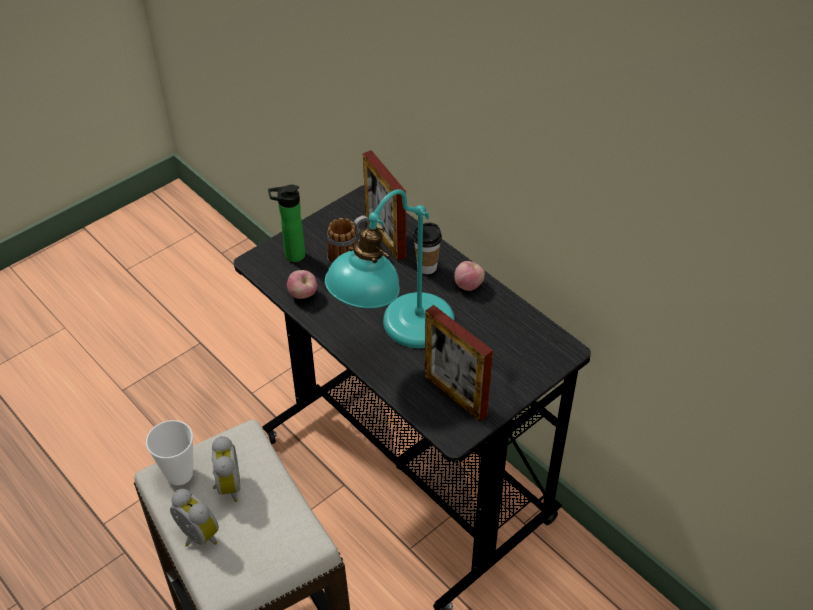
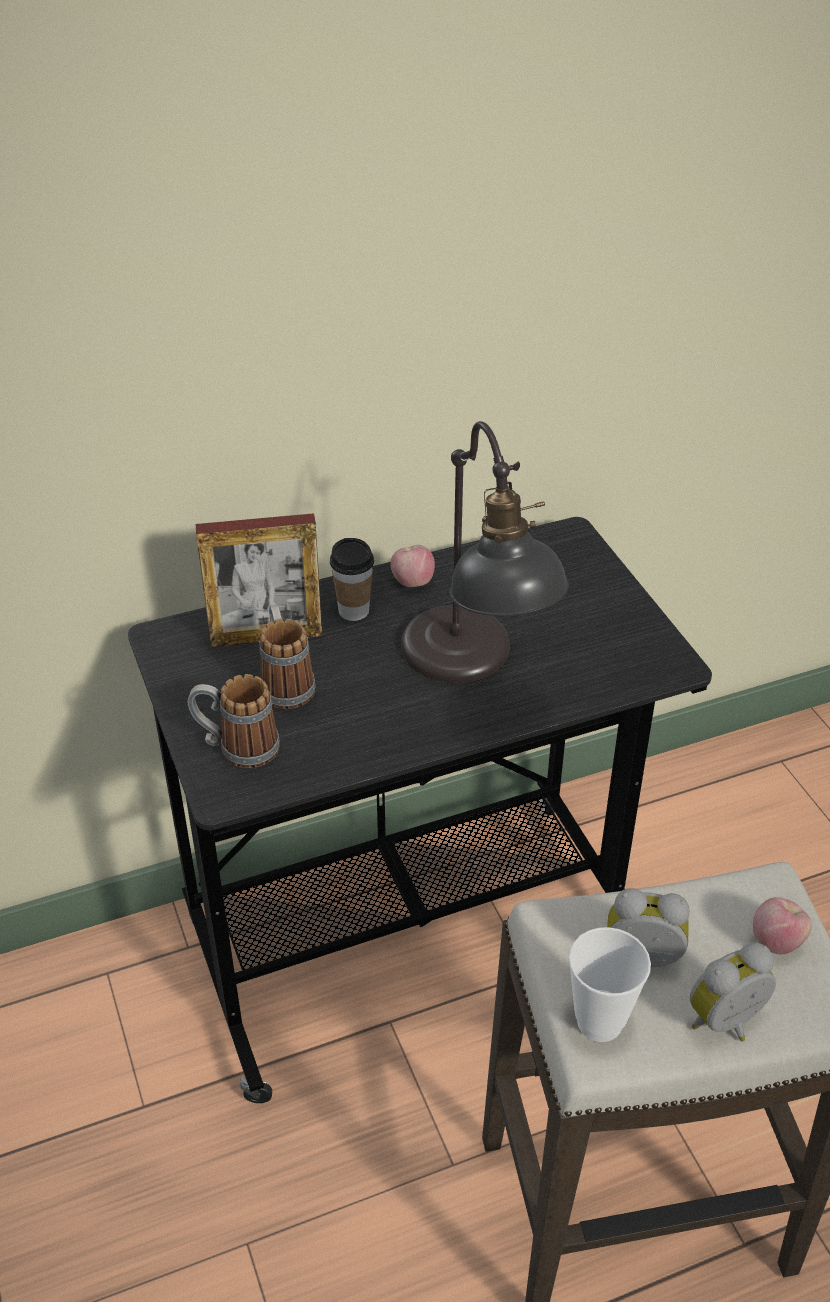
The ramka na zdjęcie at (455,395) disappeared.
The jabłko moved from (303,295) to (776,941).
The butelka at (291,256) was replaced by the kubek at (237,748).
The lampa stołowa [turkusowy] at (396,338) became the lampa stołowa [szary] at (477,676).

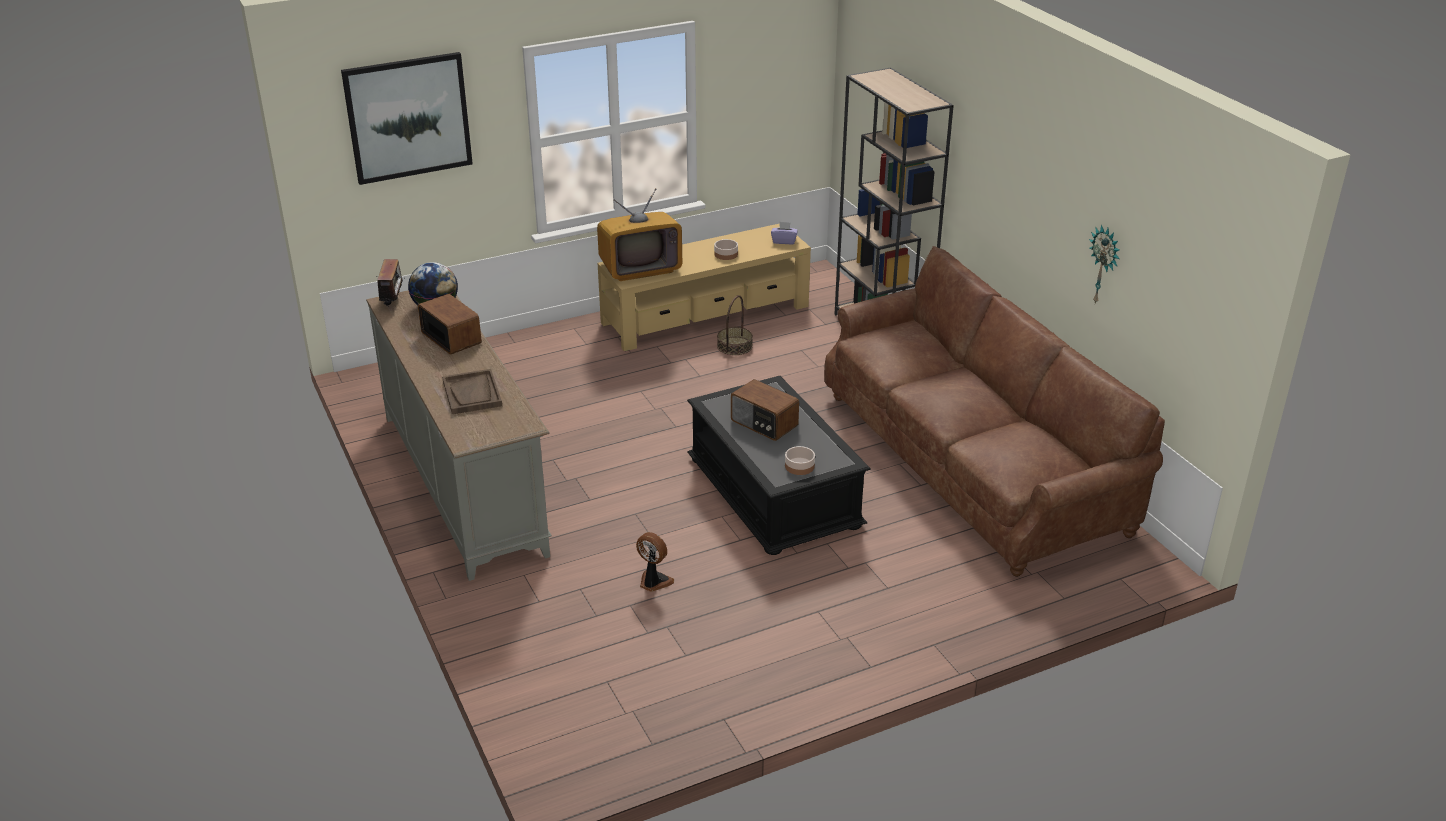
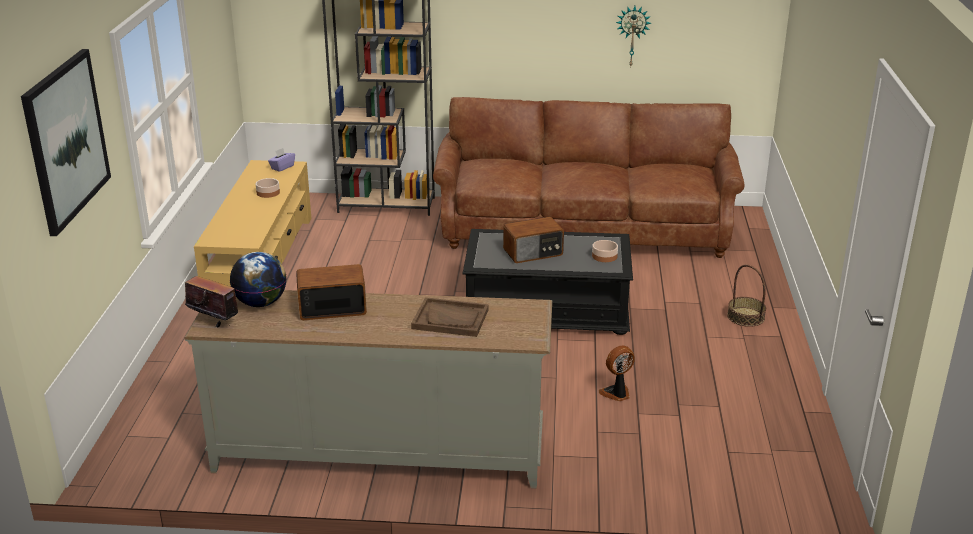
The telewizor at (640,267) disappeared.
The koszyk moved from (734,346) to (746,317).

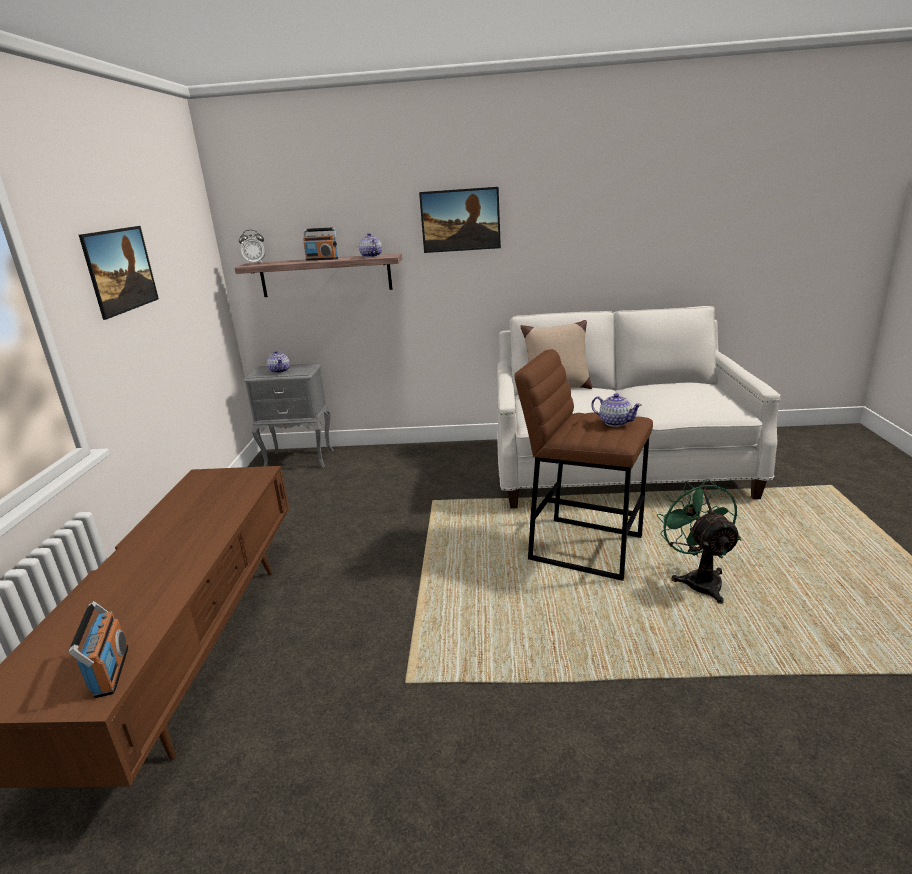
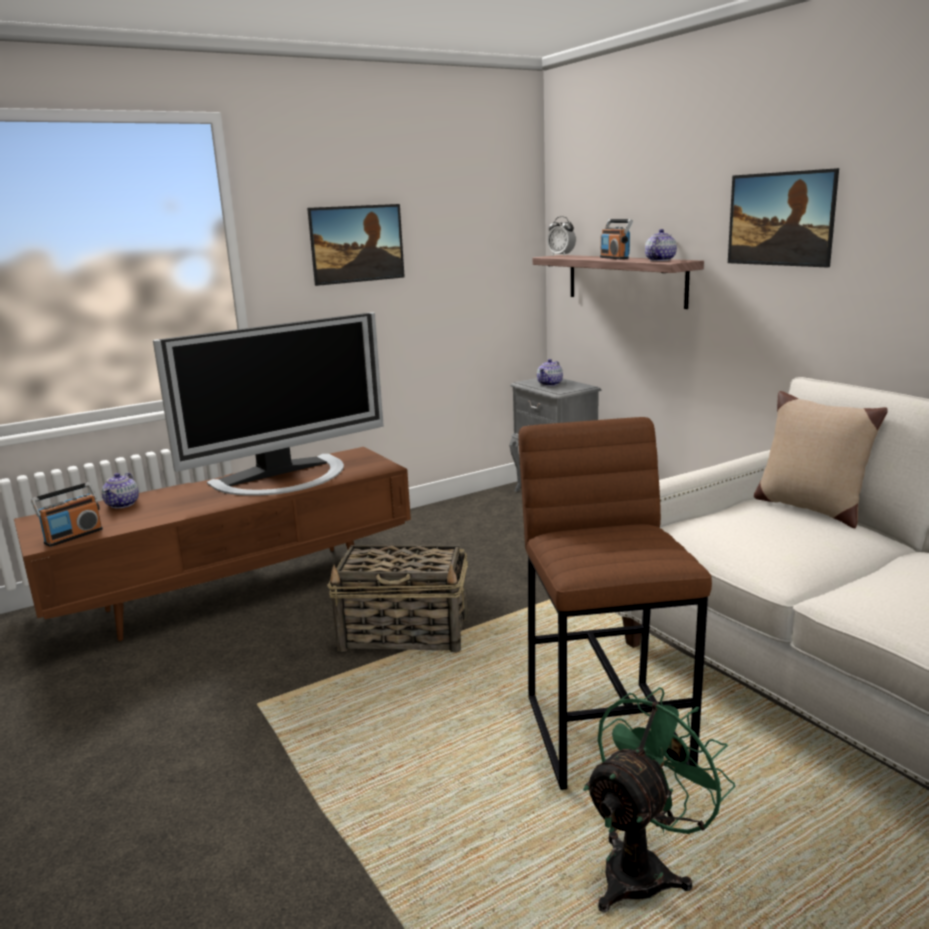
The telewizor at (285,477) appeared.
The koszyk at (406,633) appeared.
The imbryk moved from (615,422) to (123,504).

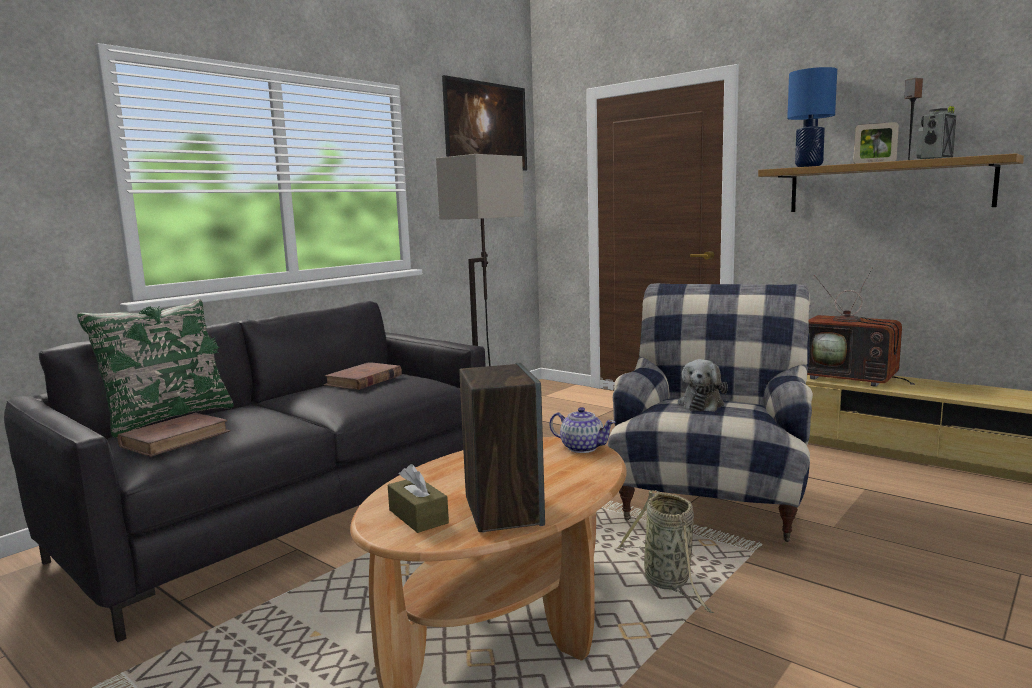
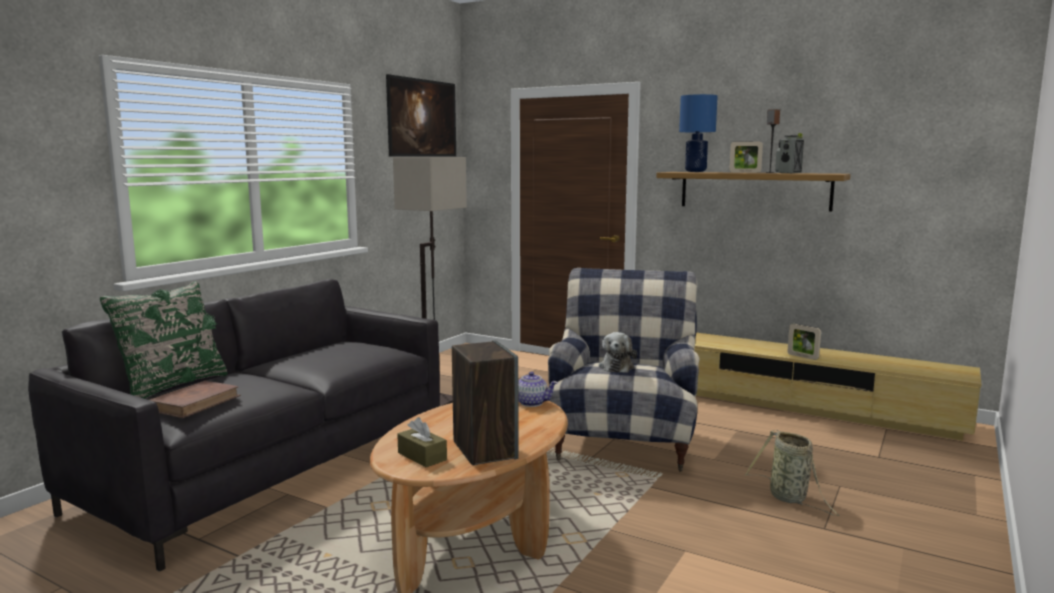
The książka [brązowy] at (363,380) disappeared.
The telewizor at (851,378) disappeared.
The ramka na zdjęcie at (802,357) appeared.
The koszyk moved from (668,582) to (790,498).

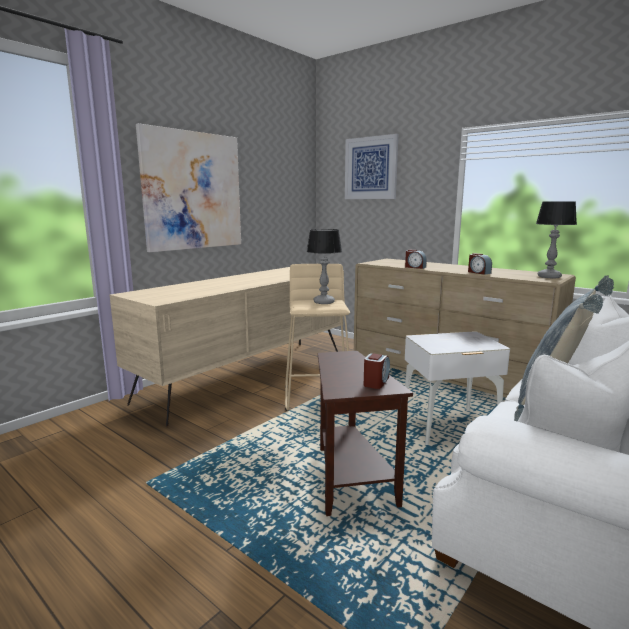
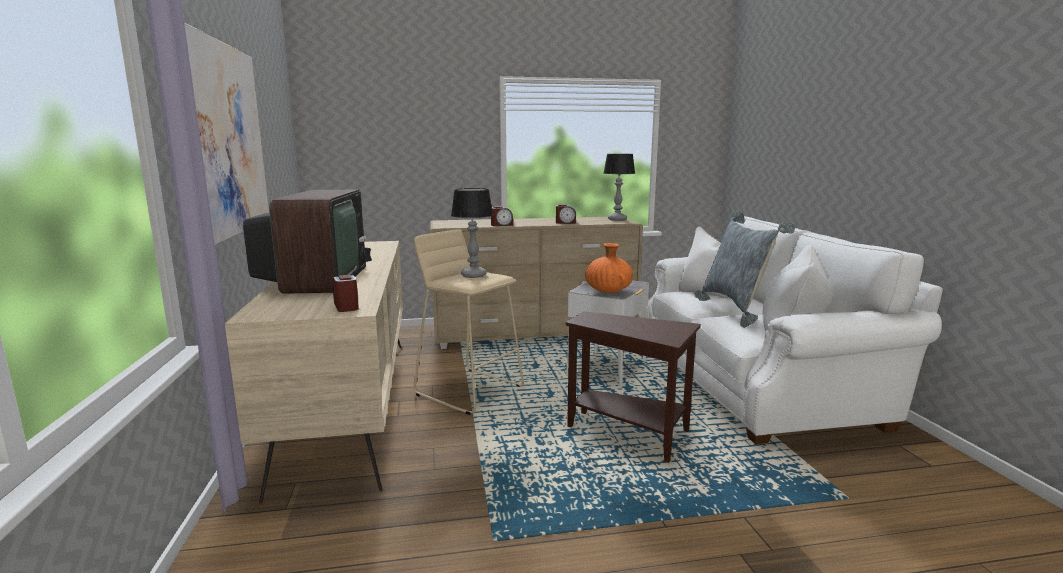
The obraz at (370,168) disappeared.
The telewizor at (318,280) appeared.
The wazon [pomarańczowy] at (608,291) appeared.
The budzik moved from (376,382) to (346,306).

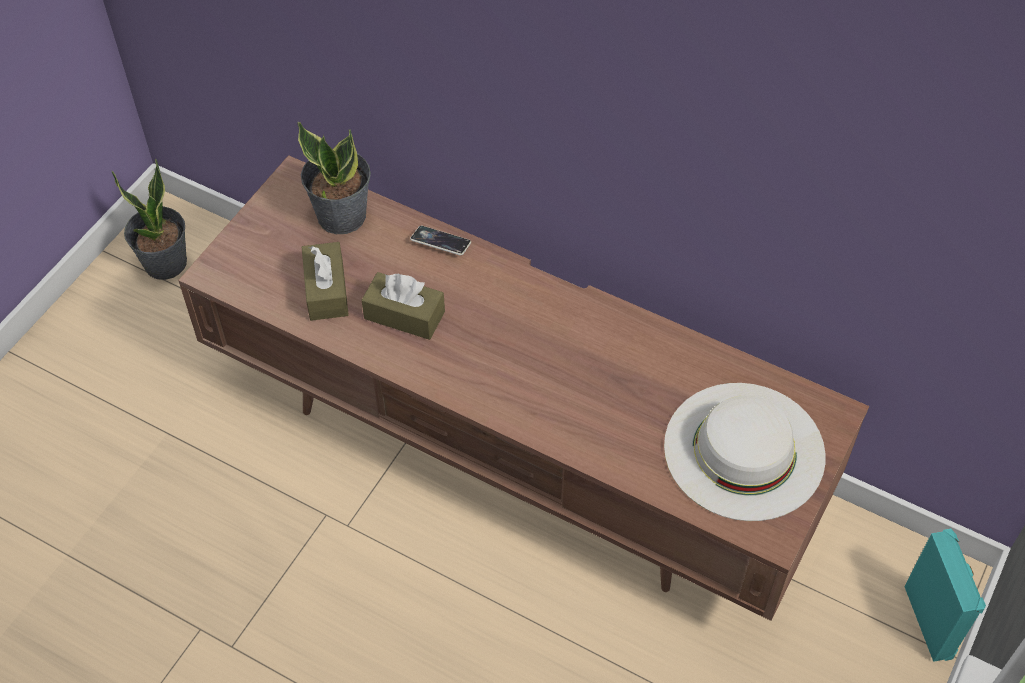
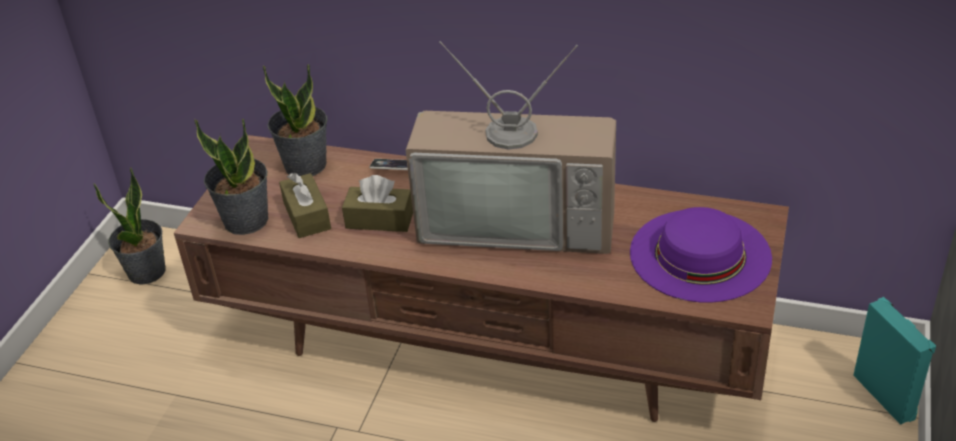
The roślina doniczkowa at (246,220) appeared.
The telewizor at (519,219) appeared.
The kapelusz [biały] at (744,450) became the kapelusz [fioletowy] at (700,254).

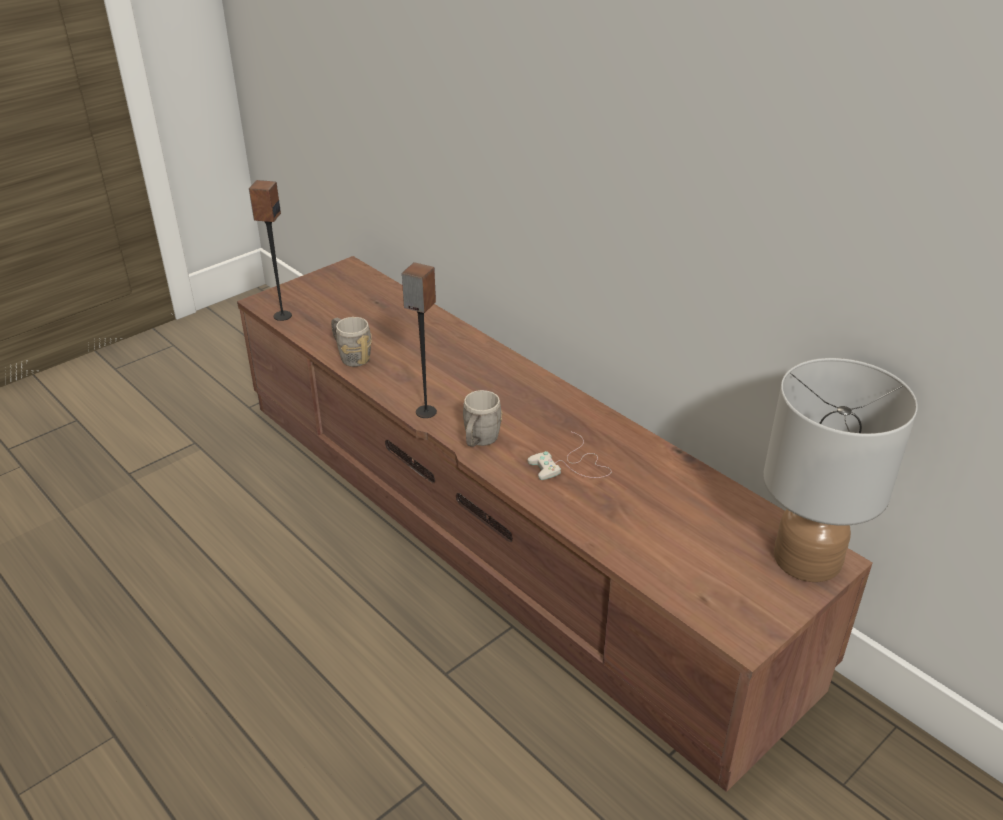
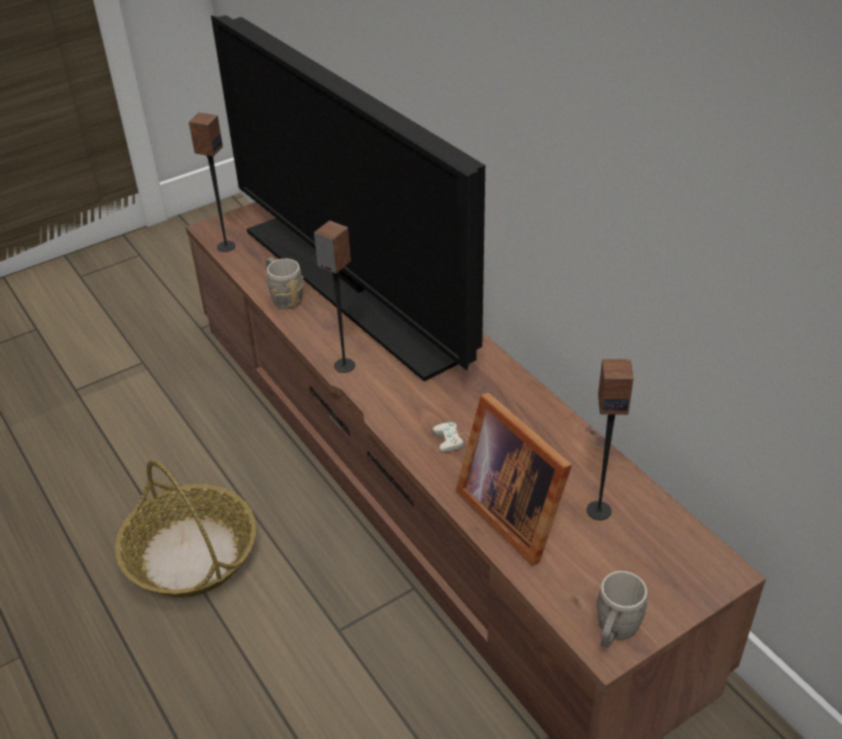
The lampa stołowa [szary] at (806,558) disappeared.
The koszyk at (191,554) appeared.
The telewizor at (353,291) appeared.
The ramka na zdjęcie at (512,510) appeared.
The głośnik at (598,510) appeared.
The kubek [szary] moved from (479,441) to (614,631).

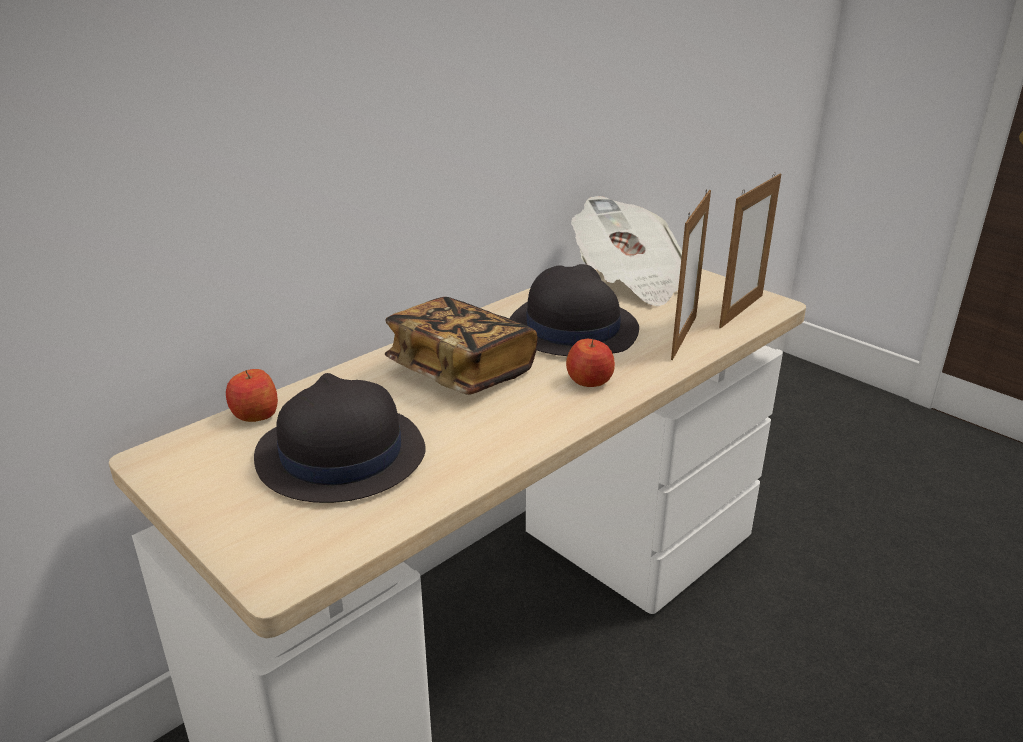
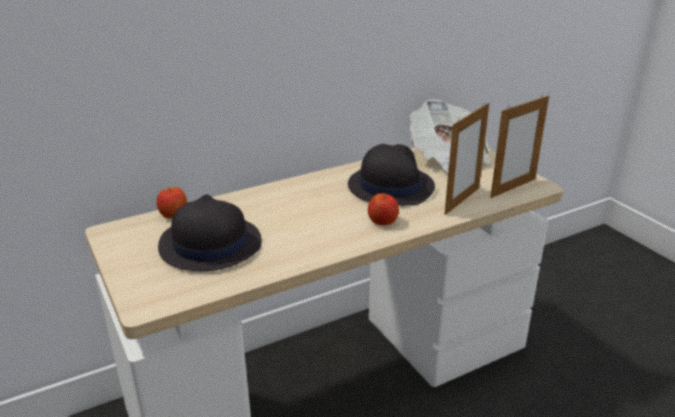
The książka at (461,371) disappeared.

